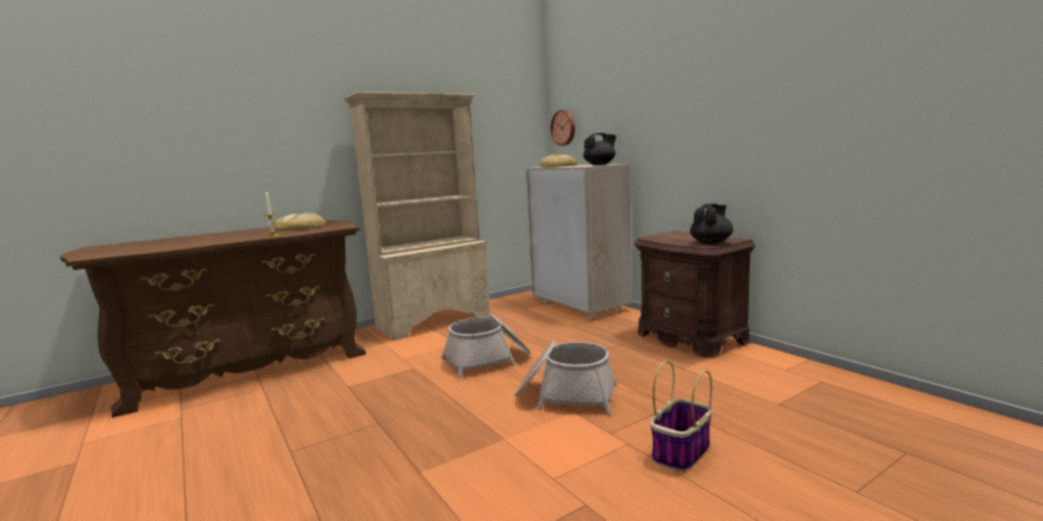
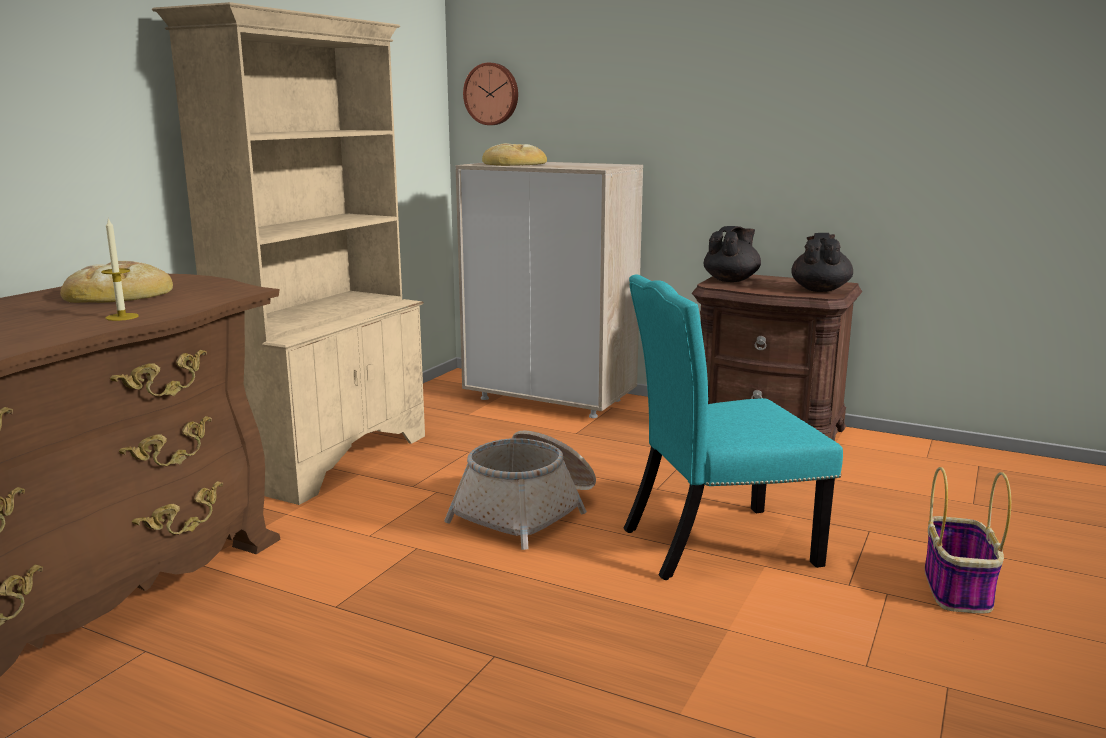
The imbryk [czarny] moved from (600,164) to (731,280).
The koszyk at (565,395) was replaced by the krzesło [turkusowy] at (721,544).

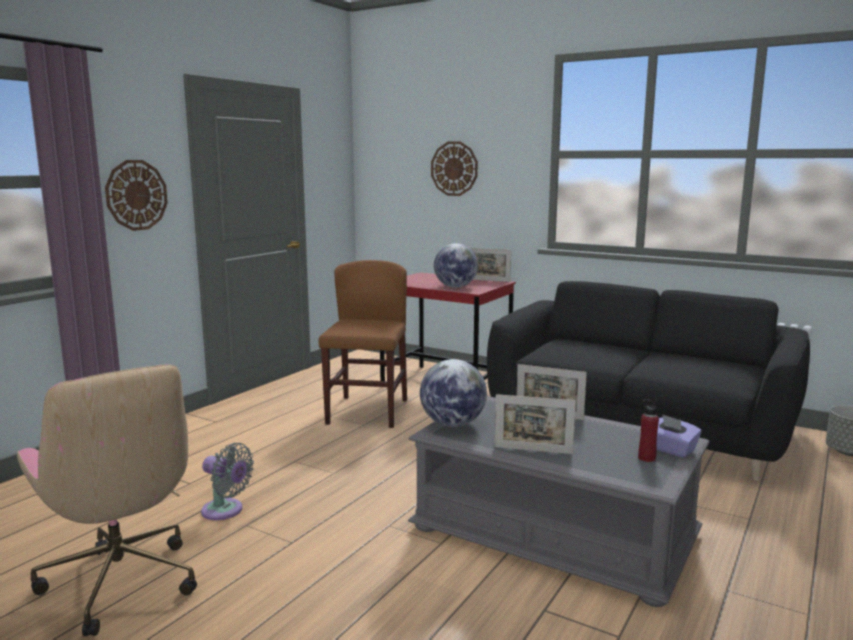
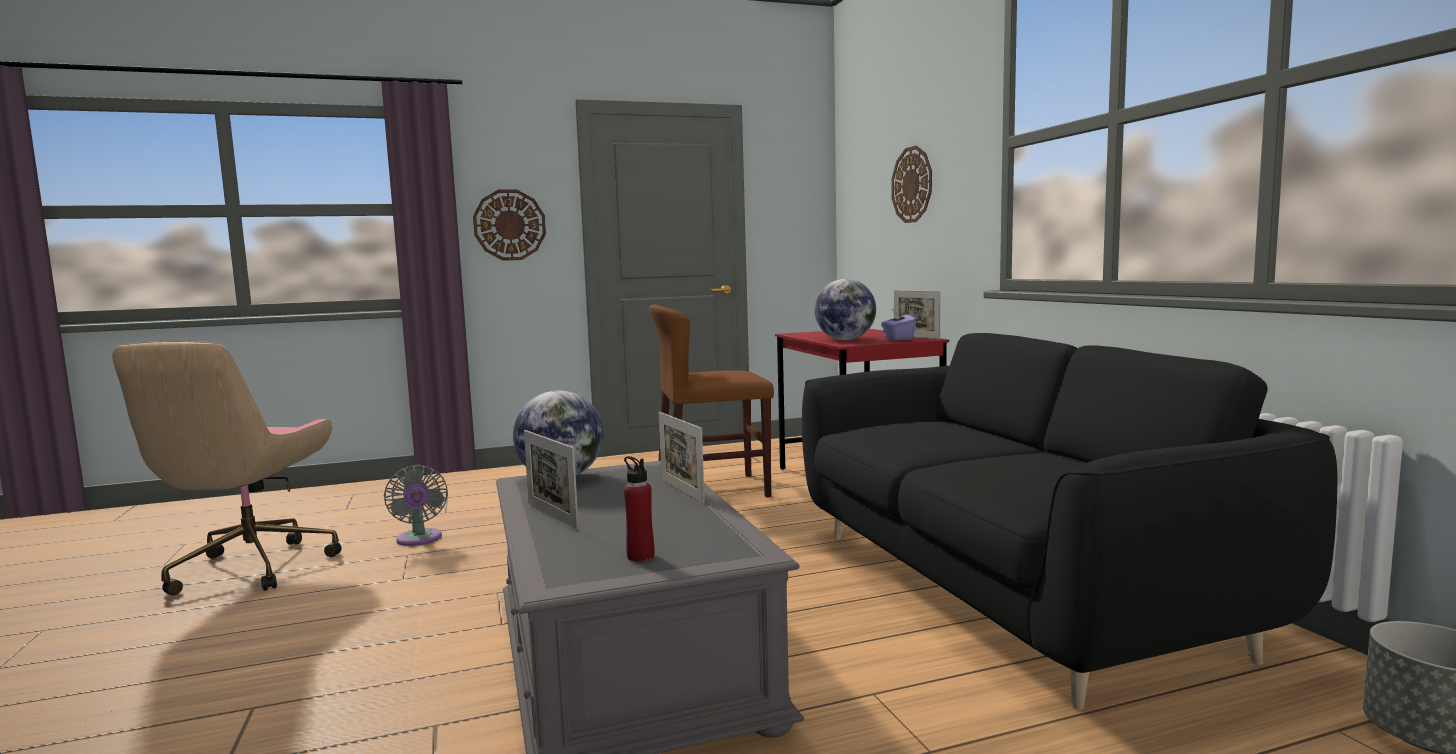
The pudełko chusteczek [fioletowy] moved from (670,450) to (897,339).
The krzesło [brązowy] at (367,411) turned 150 degrees counterclockwise.

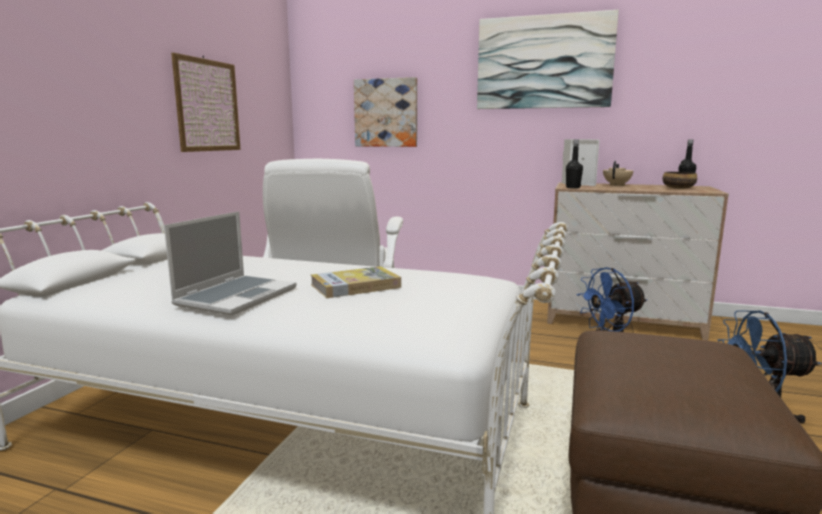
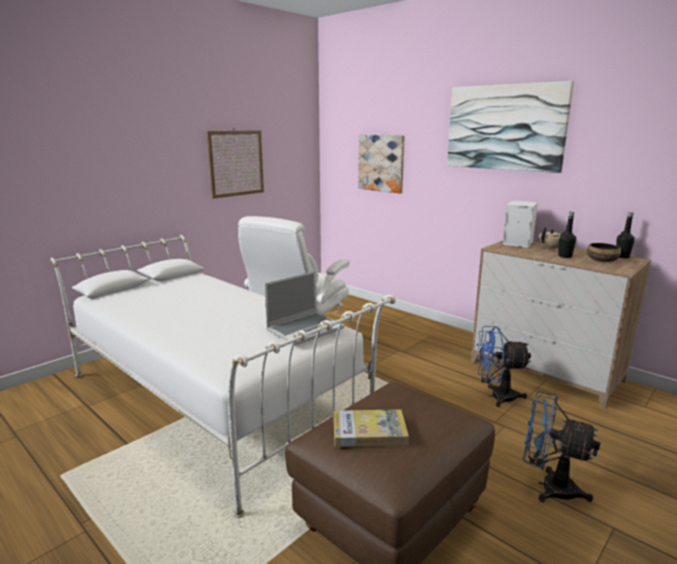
The laptop moved from (236,296) to (305,329).
The książka moved from (355,286) to (369,431).
The butelka [czarny] moved from (573,187) to (565,256).

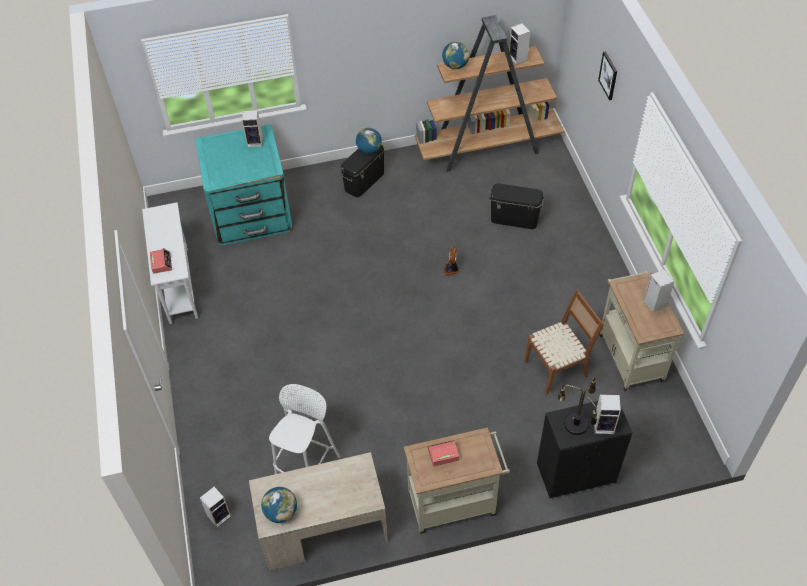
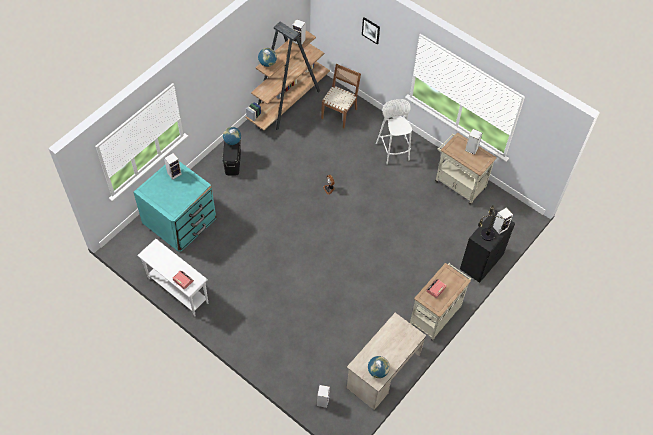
The pojemnik do przechowywania [czarny] at (514,218) disappeared.
The stołek [biały] moved from (306,465) to (394,150).
The krzesło moved from (558,367) to (340,112).

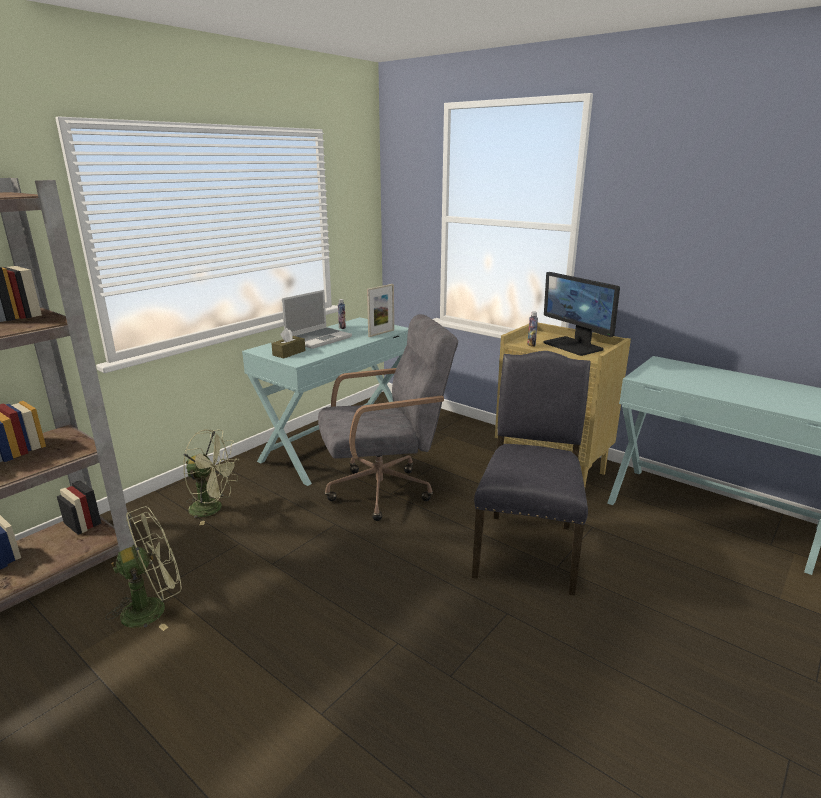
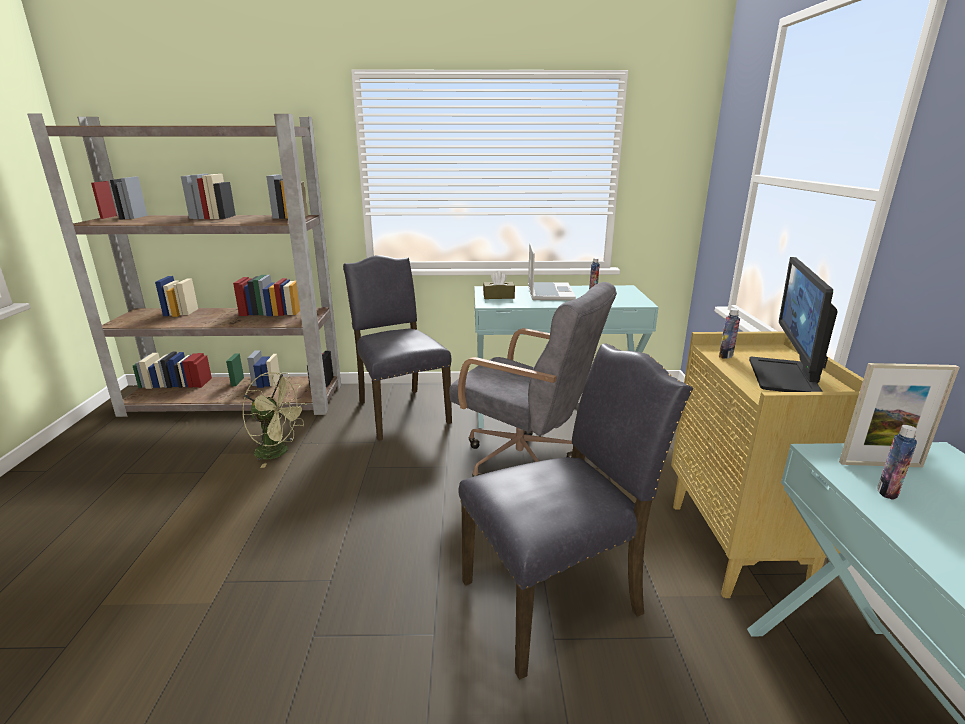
The butelka at (887,491) appeared.
The ramka na zdjęcie moved from (381,333) to (880,464).
The wentylator [zielony] at (213,508) was replaced by the krzesło [szary] at (400,411).
The laptop at (318,339) turned 90 degrees counterclockwise.

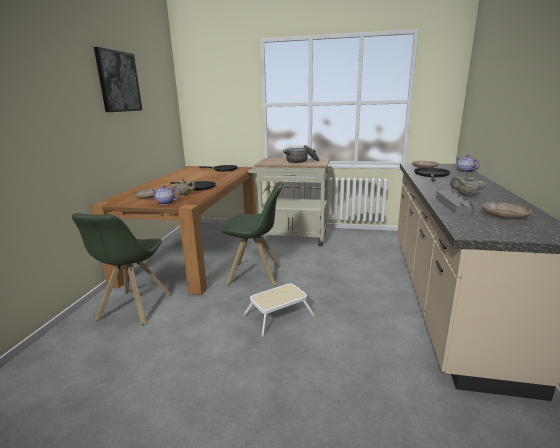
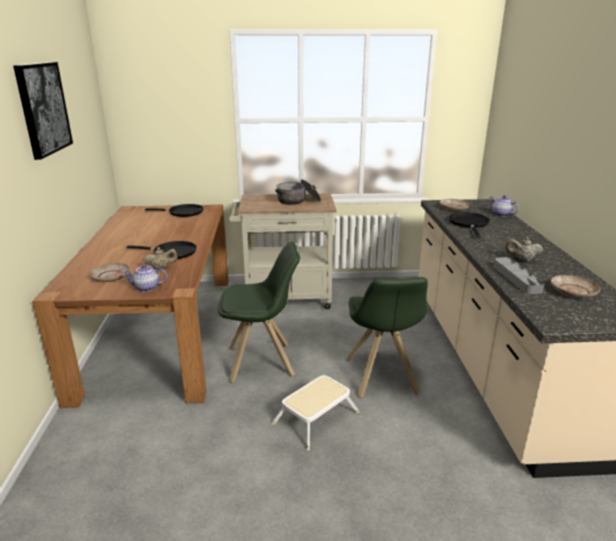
The krzesło [zielony] moved from (134,307) to (381,376).

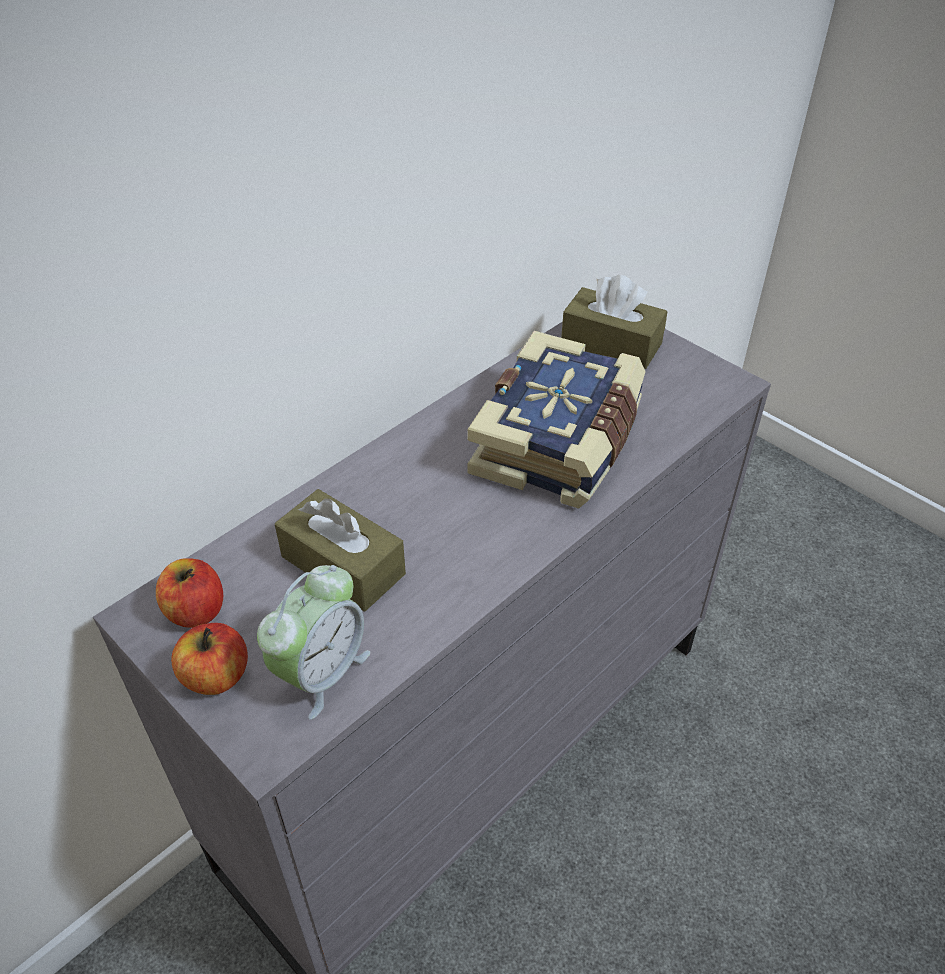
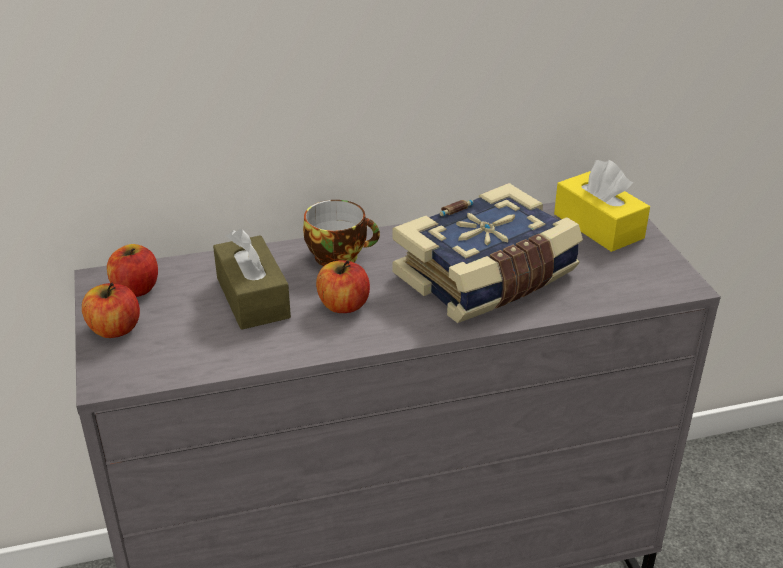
The budzik at (321,673) disappeared.
The filiżanka at (340,255) appeared.
The jabłko at (343,305) appeared.
The pudełko chusteczek [brązowy] at (611,343) became the pudełko chusteczek [żółty] at (598,226).

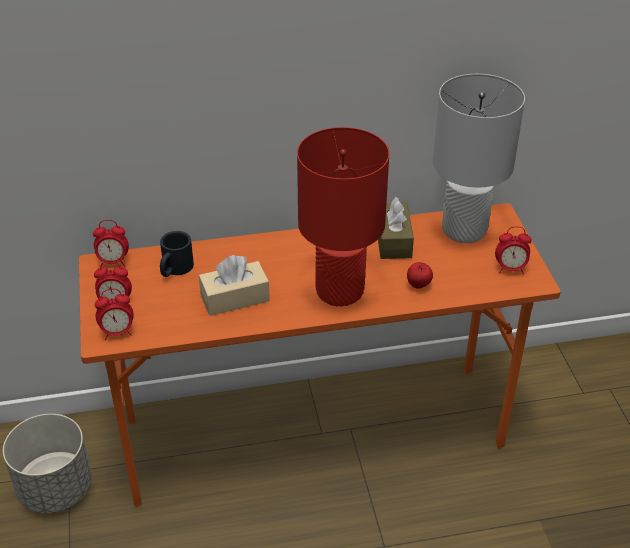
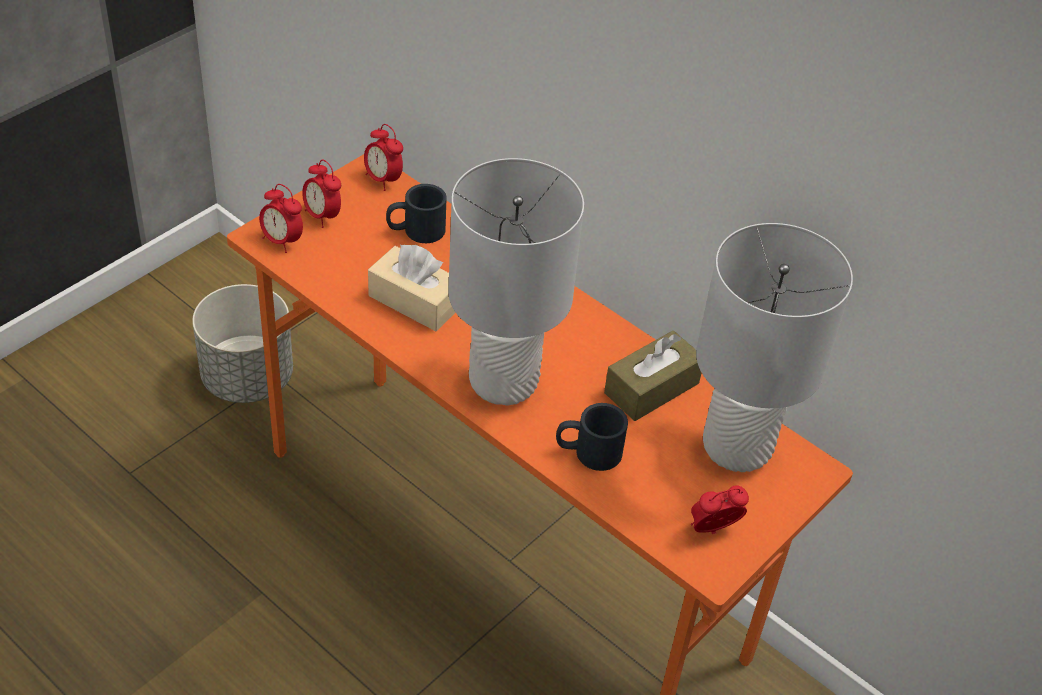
The jabłko at (418,286) was replaced by the kubek [czarny] at (588,452).
The lampa stołowa [czerwony] at (340,294) became the lampa stołowa [szary] at (504,386).
The budzik at (510,269) turned 105 degrees clockwise.

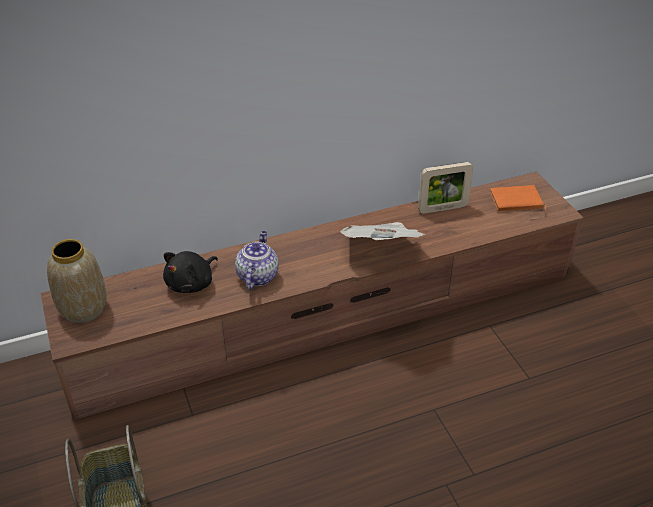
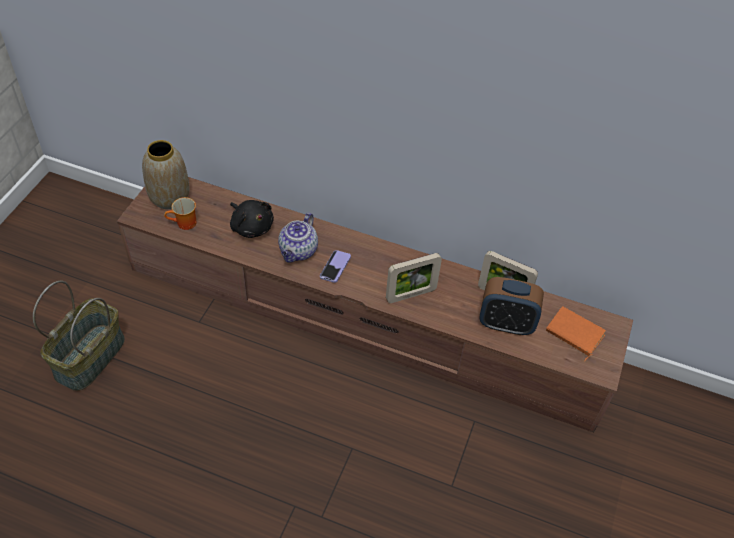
The kubek at (184,224) appeared.
The telefon at (335,267) appeared.
The budzik at (506,324) appeared.
The gazeta at (382,248) was replaced by the ramka na zdjęcie at (411,295).
The pluszak [czarny] at (192,283) turned 120 degrees counterclockwise.
The imbryk at (257,276) turned 150 degrees clockwise.

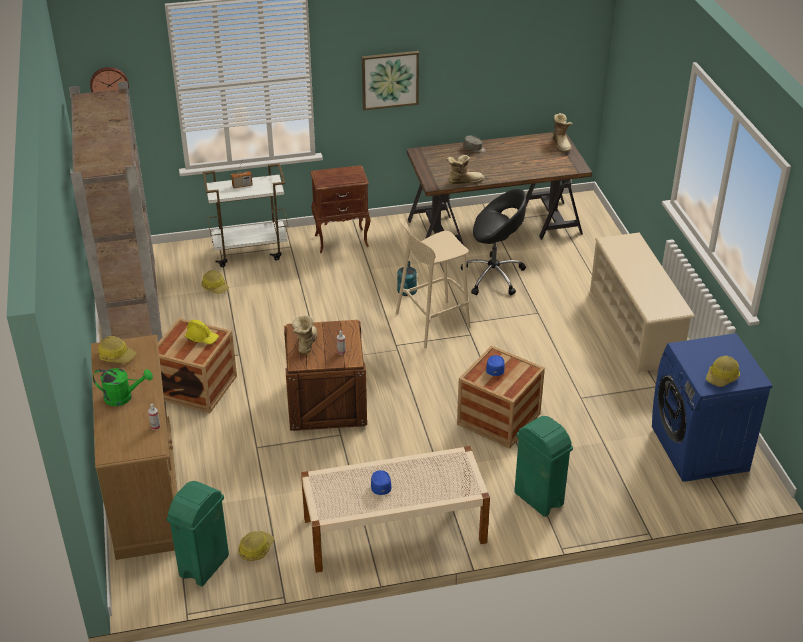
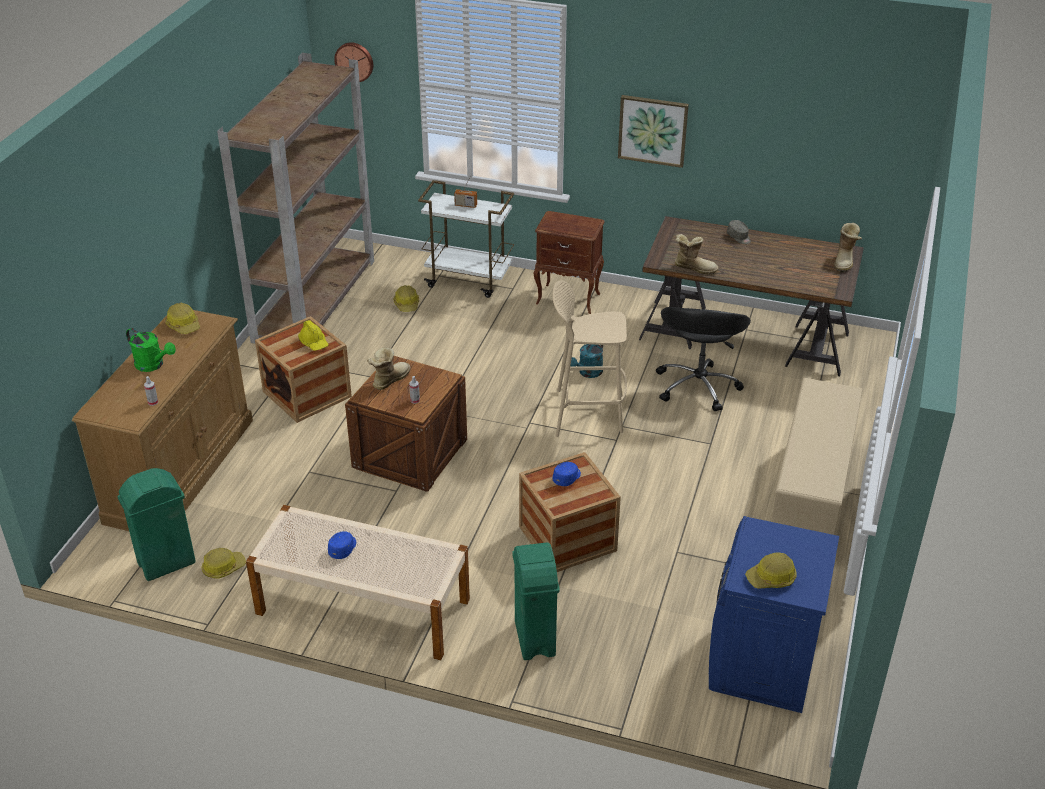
The krzesło biurowe [czarny] at (494,276) turned 60 degrees clockwise.

